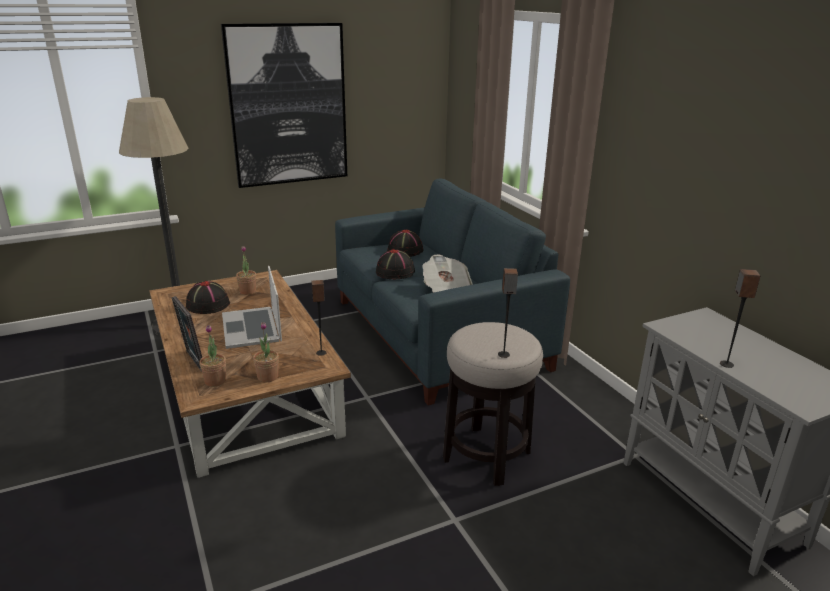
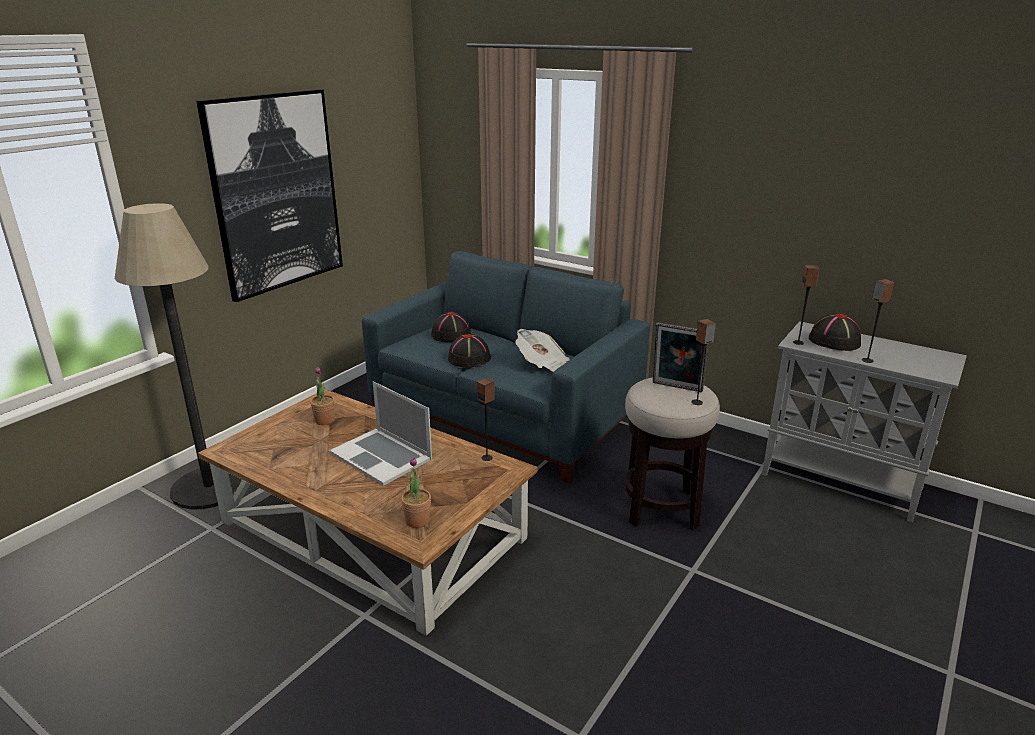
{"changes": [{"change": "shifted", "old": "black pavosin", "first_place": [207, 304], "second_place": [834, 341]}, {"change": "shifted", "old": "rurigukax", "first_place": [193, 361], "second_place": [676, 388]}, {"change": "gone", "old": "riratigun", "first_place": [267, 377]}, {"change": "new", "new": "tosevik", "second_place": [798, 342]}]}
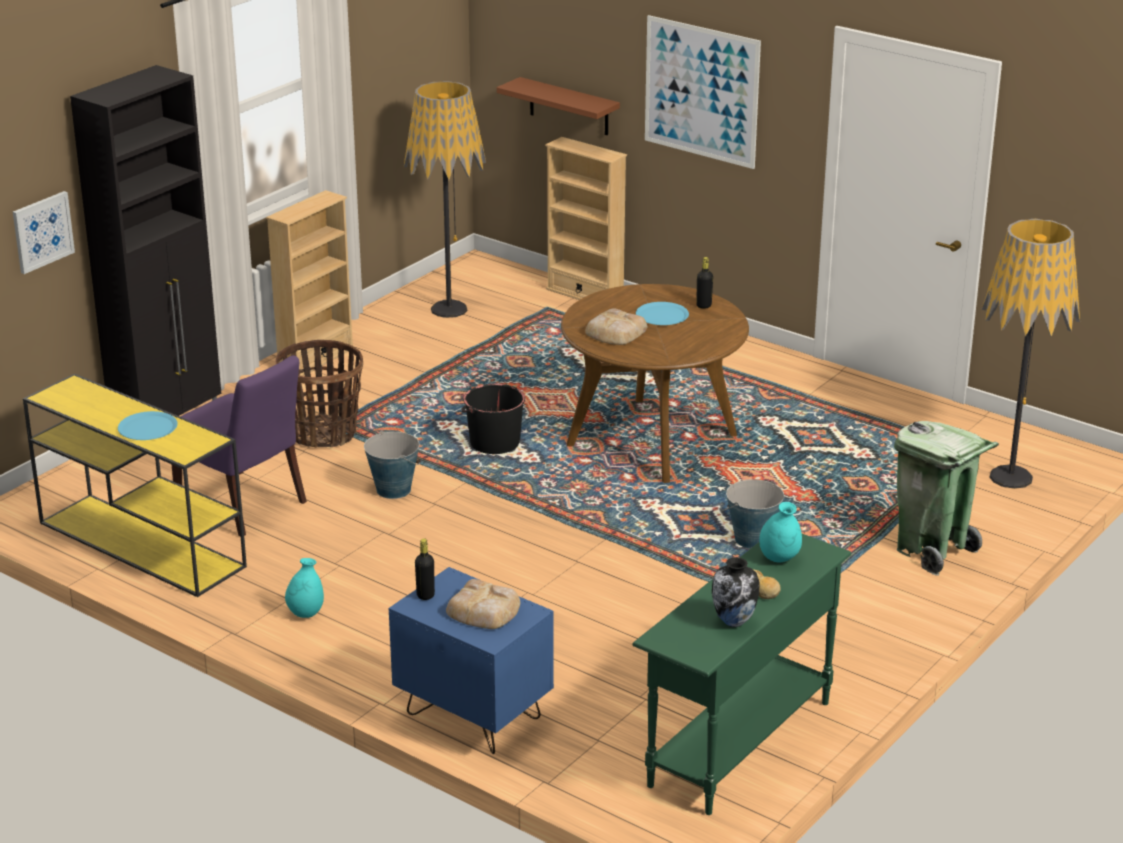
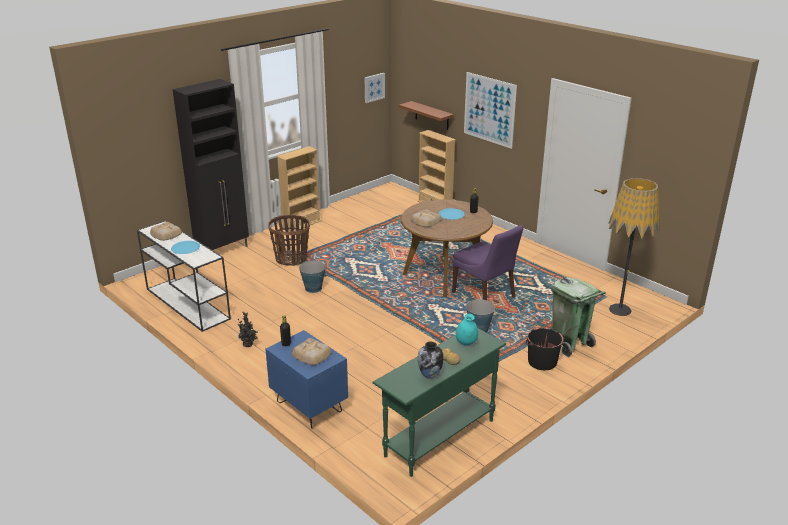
{"changes": [{"change": "gone", "old": "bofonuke", "first_place": [449, 309]}, {"change": "shifted", "old": "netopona", "first_place": [42, 231], "second_place": [374, 87]}, {"change": "shifted", "old": "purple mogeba", "first_place": [244, 505], "second_place": [485, 295]}, {"change": "repainted", "old": "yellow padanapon", "new": "white padanapon", "first_place": [139, 544], "second_place": [186, 303]}, {"change": "shifted", "old": "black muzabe", "first_place": [494, 442], "second_place": [542, 362]}, {"change": "swapped", "old": "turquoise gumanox", "new": "riratigun", "first_place": [306, 613], "second_place": [249, 345]}, {"change": "new", "new": "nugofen", "second_place": [166, 234]}]}
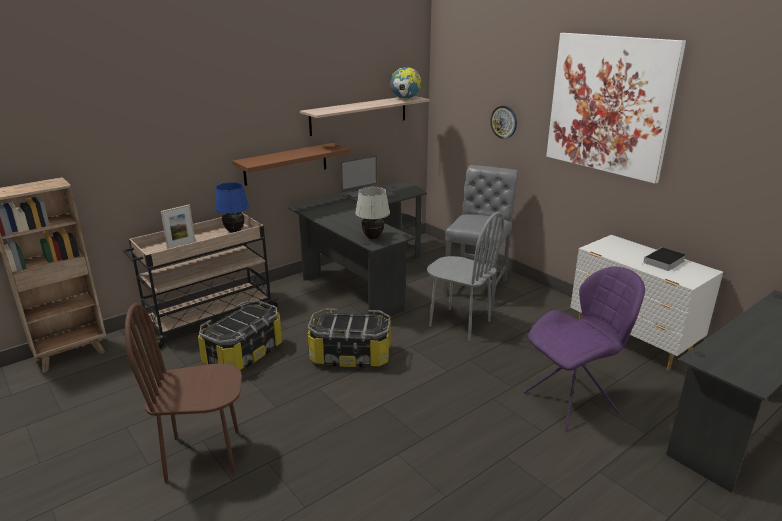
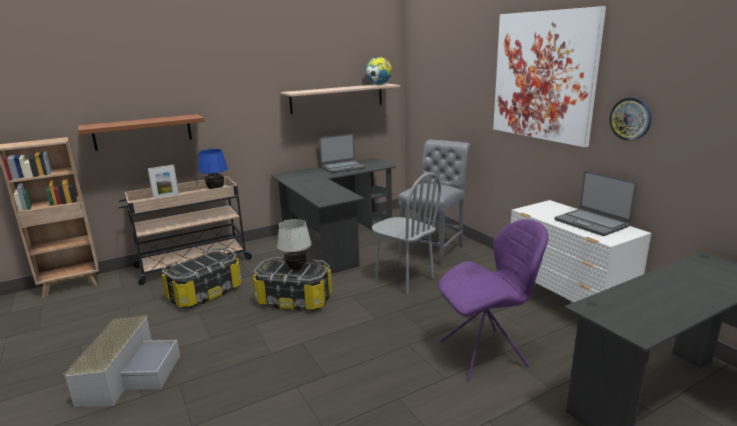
{"changes": [{"change": "shifted", "old": "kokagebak", "first_place": [504, 122], "second_place": [630, 119]}, {"change": "shifted", "old": "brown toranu", "first_place": [286, 164], "second_place": [143, 132]}, {"change": "shifted", "old": "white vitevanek", "first_place": [373, 237], "second_place": [296, 268]}, {"change": "swapped", "old": "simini", "new": "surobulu", "first_place": [663, 262], "second_place": [591, 223]}, {"change": "swapped", "old": "brown mogeba", "new": "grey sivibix", "first_place": [203, 455], "second_place": [129, 373]}]}
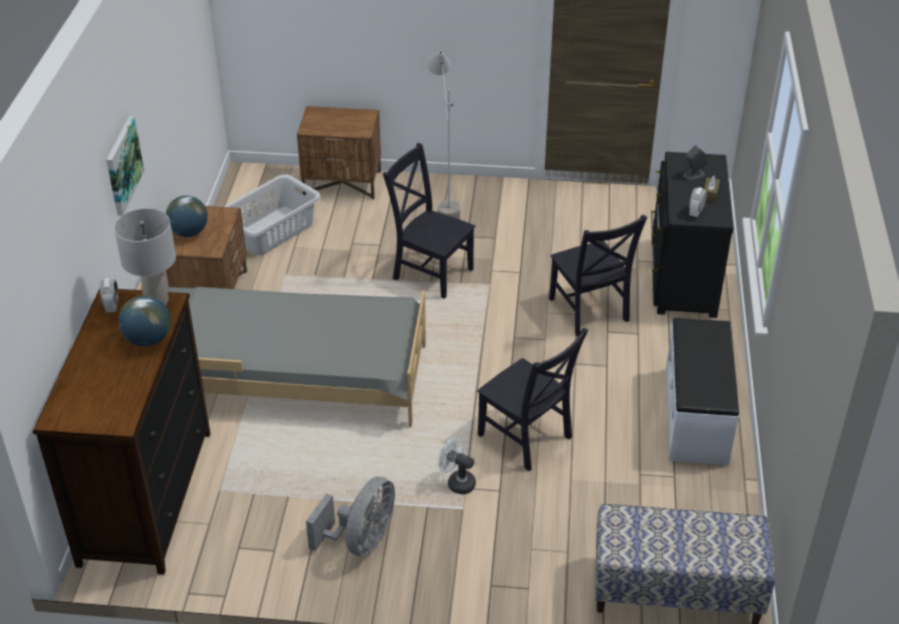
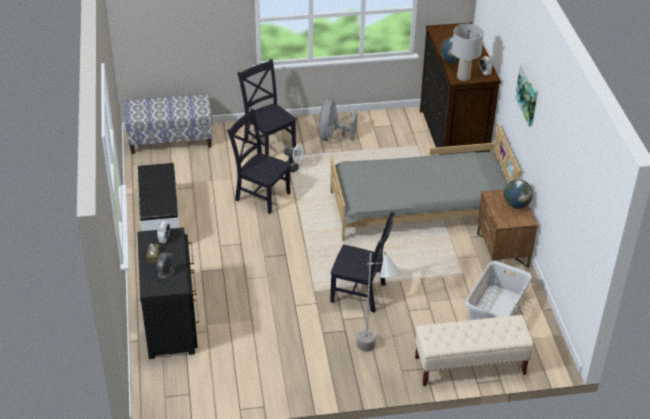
{"changes": [{"change": "swapped", "old": "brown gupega", "new": "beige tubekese", "first_place": [343, 183], "second_place": [469, 366]}, {"change": "shifted", "old": "black mogeba", "first_place": [589, 312], "second_place": [268, 143]}]}
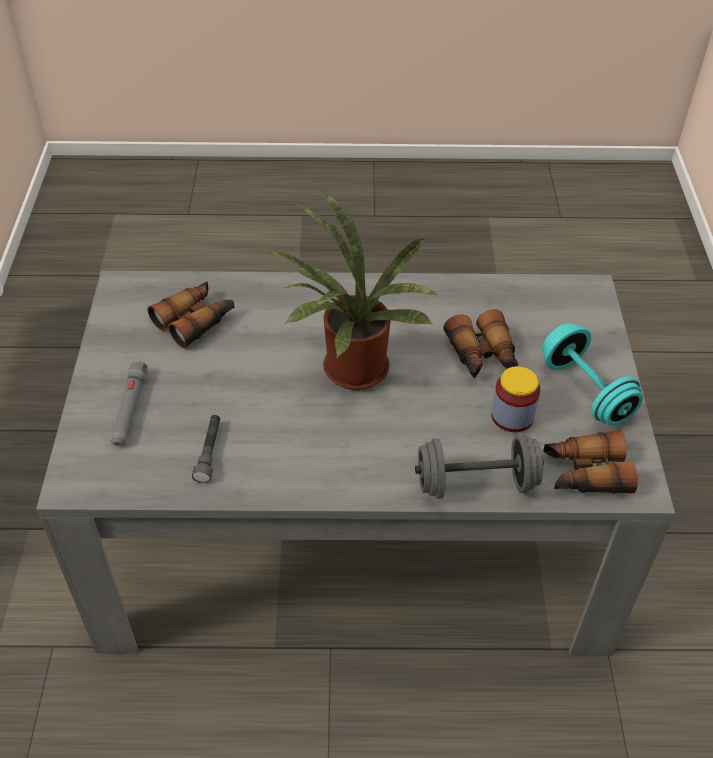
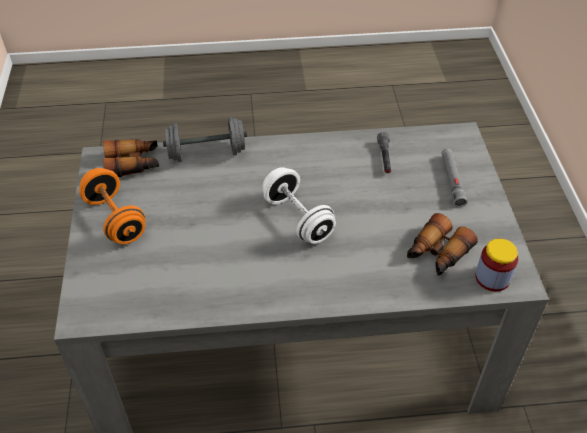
{"changes": [{"change": "swapped", "old": "riratigun", "new": "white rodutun", "first_place": [351, 373], "second_place": [298, 218]}, {"change": "gone", "old": "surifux", "first_place": [482, 356]}, {"change": "repainted", "old": "turquoise rodutun", "new": "orange rodutun", "first_place": [586, 391], "second_place": [115, 219]}, {"change": "shifted", "old": "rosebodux", "first_place": [512, 416], "second_place": [492, 277]}]}
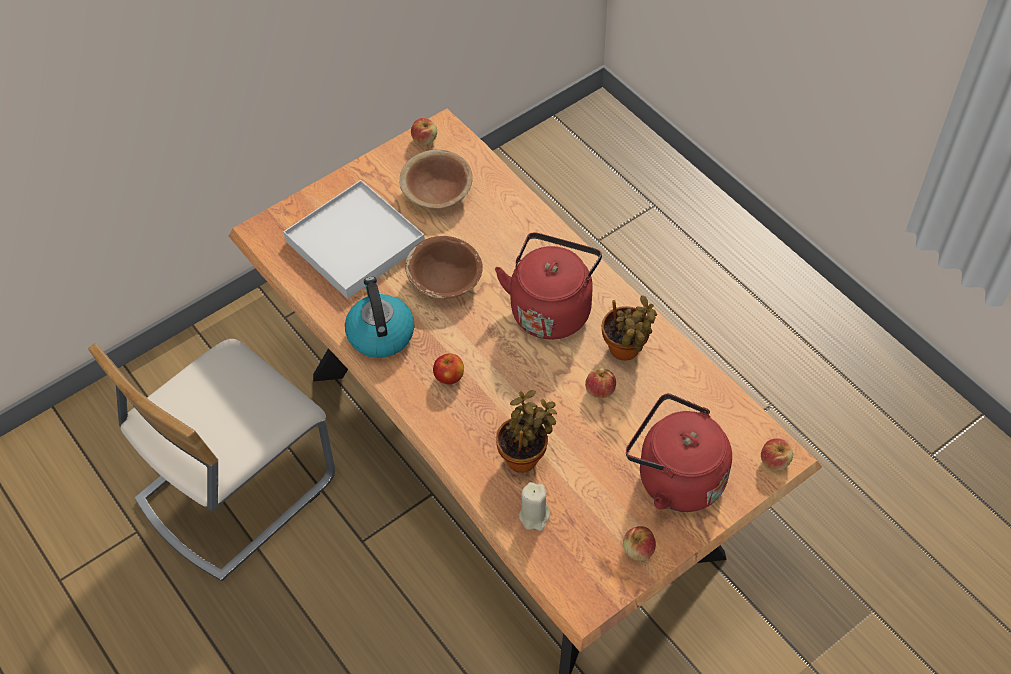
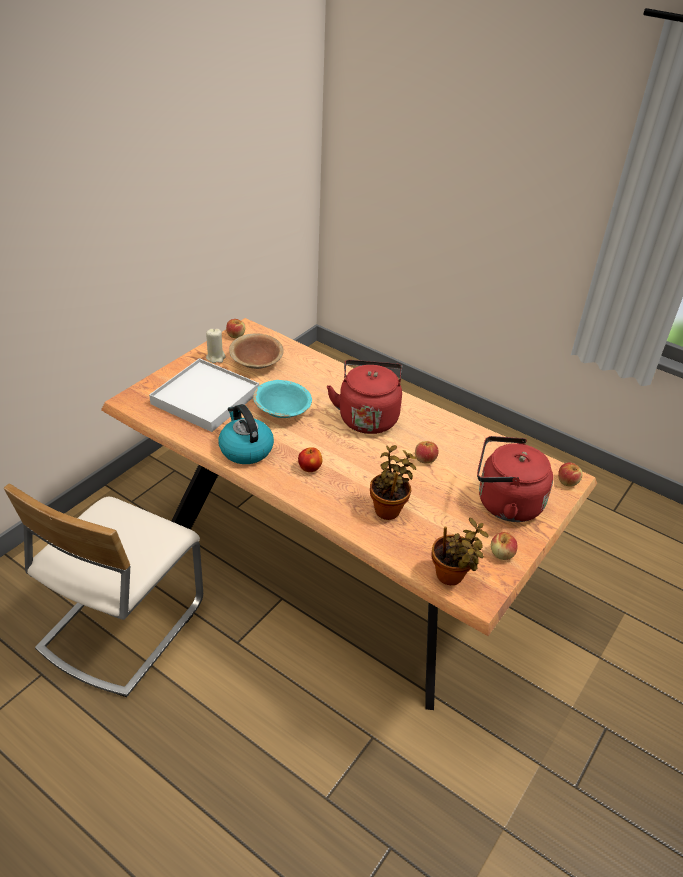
{"changes": [{"change": "repainted", "old": "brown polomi", "new": "turquoise polomi", "first_place": [445, 280], "second_place": [282, 411]}, {"change": "shifted", "old": "riratigun", "first_place": [626, 351], "second_place": [452, 577]}, {"change": "shifted", "old": "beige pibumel", "first_place": [534, 516], "second_place": [216, 357]}]}
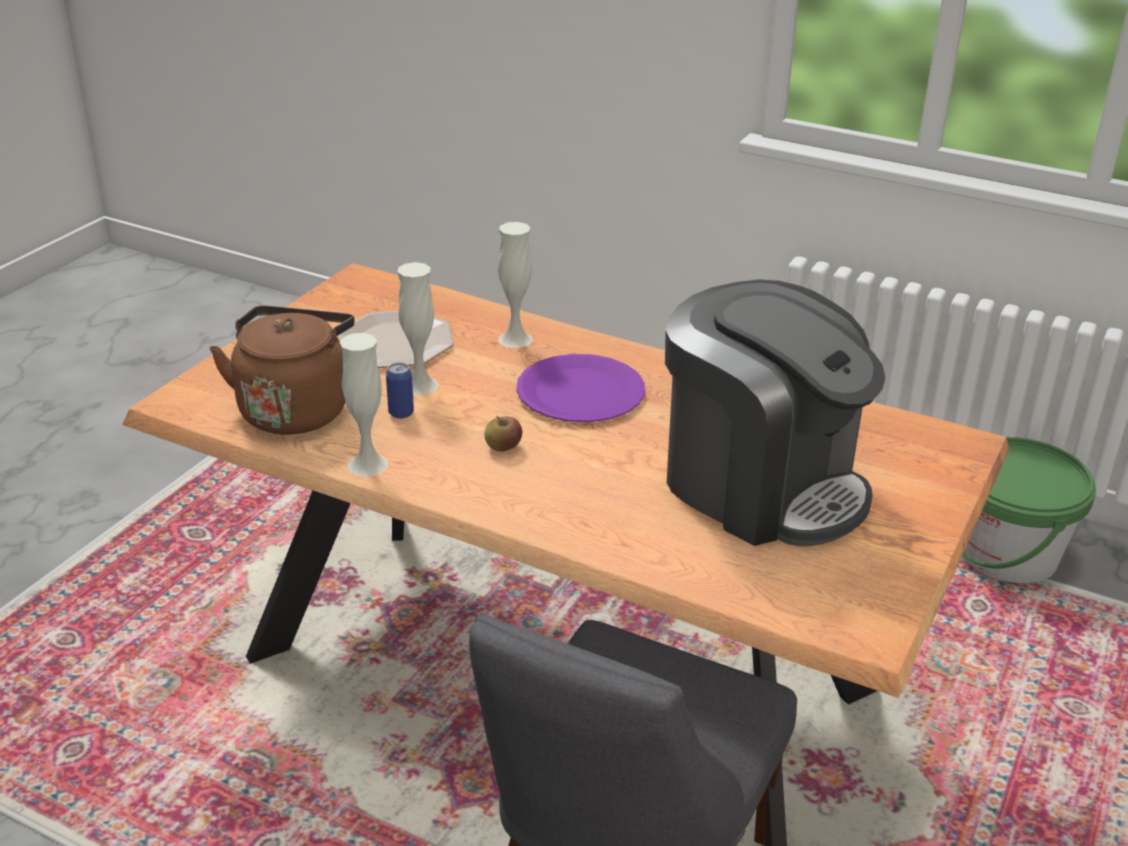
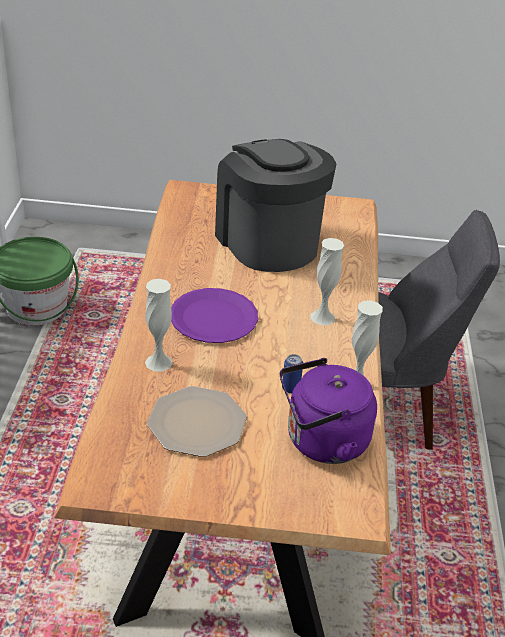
{"changes": [{"change": "shifted", "old": "white gumanox", "first_place": [420, 385], "second_place": [322, 317]}, {"change": "rotated", "old": "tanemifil", "first_place": [761, 485], "second_place": [268, 242], "degrees": -45}, {"change": "repainted", "old": "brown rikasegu", "new": "purple rikasegu", "first_place": [295, 409], "second_place": [322, 442]}, {"change": "gone", "old": "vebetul", "first_place": [503, 447]}]}
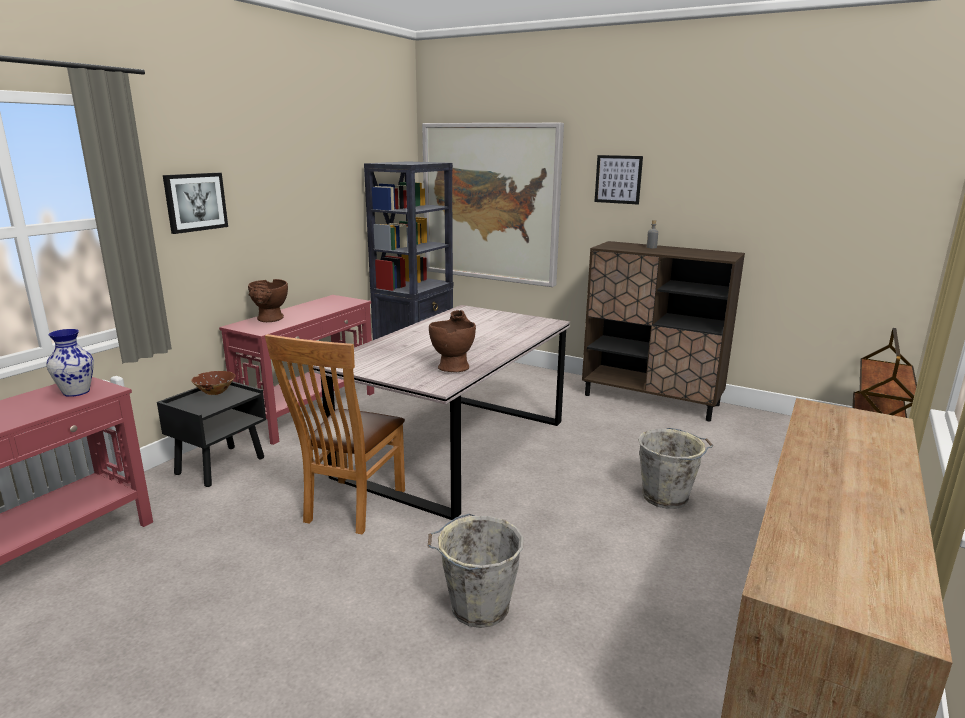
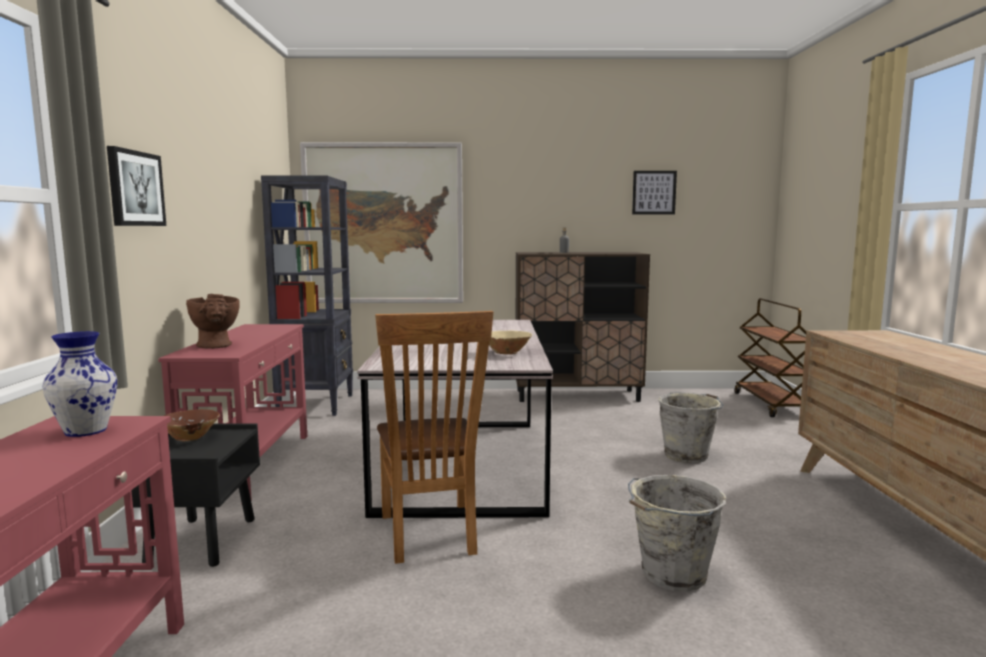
{"changes": [{"change": "shifted", "old": "netopona", "first_place": [618, 179], "second_place": [654, 192]}, {"change": "swapped", "old": "brown gumanox", "new": "beige polomi", "first_place": [453, 366], "second_place": [507, 353]}]}
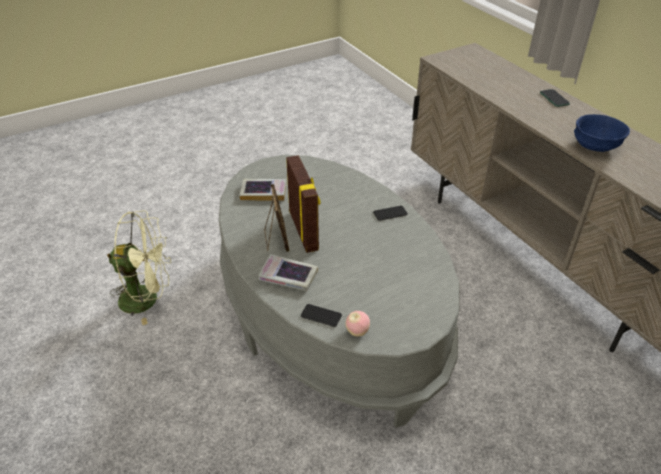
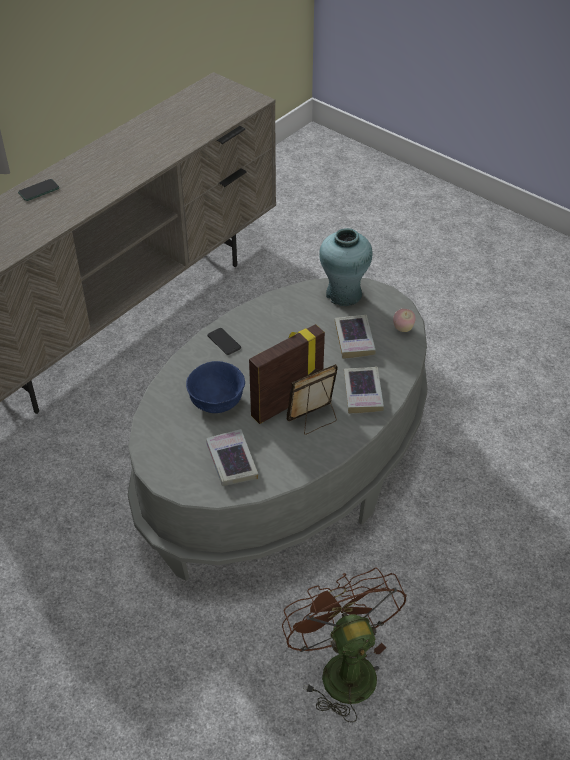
{"changes": [{"change": "shifted", "old": "blue polomi", "first_place": [595, 147], "second_place": [217, 401]}, {"change": "repainted", "old": "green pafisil", "new": "brown pafisil", "first_place": [147, 298], "second_place": [341, 668]}, {"change": "gone", "old": "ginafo", "first_place": [321, 316]}, {"change": "new", "new": "turquoise gumanox", "second_place": [344, 295]}, {"change": "new", "new": "simini", "second_place": [354, 340]}]}
